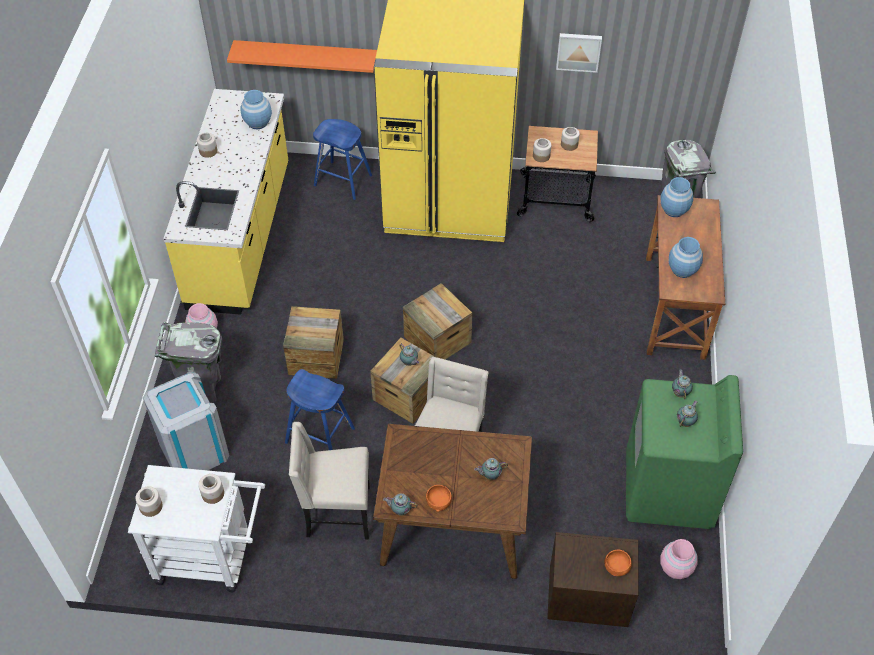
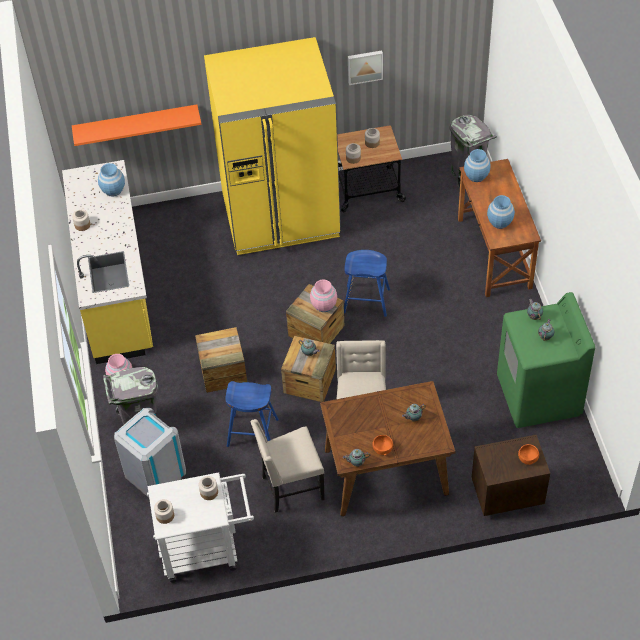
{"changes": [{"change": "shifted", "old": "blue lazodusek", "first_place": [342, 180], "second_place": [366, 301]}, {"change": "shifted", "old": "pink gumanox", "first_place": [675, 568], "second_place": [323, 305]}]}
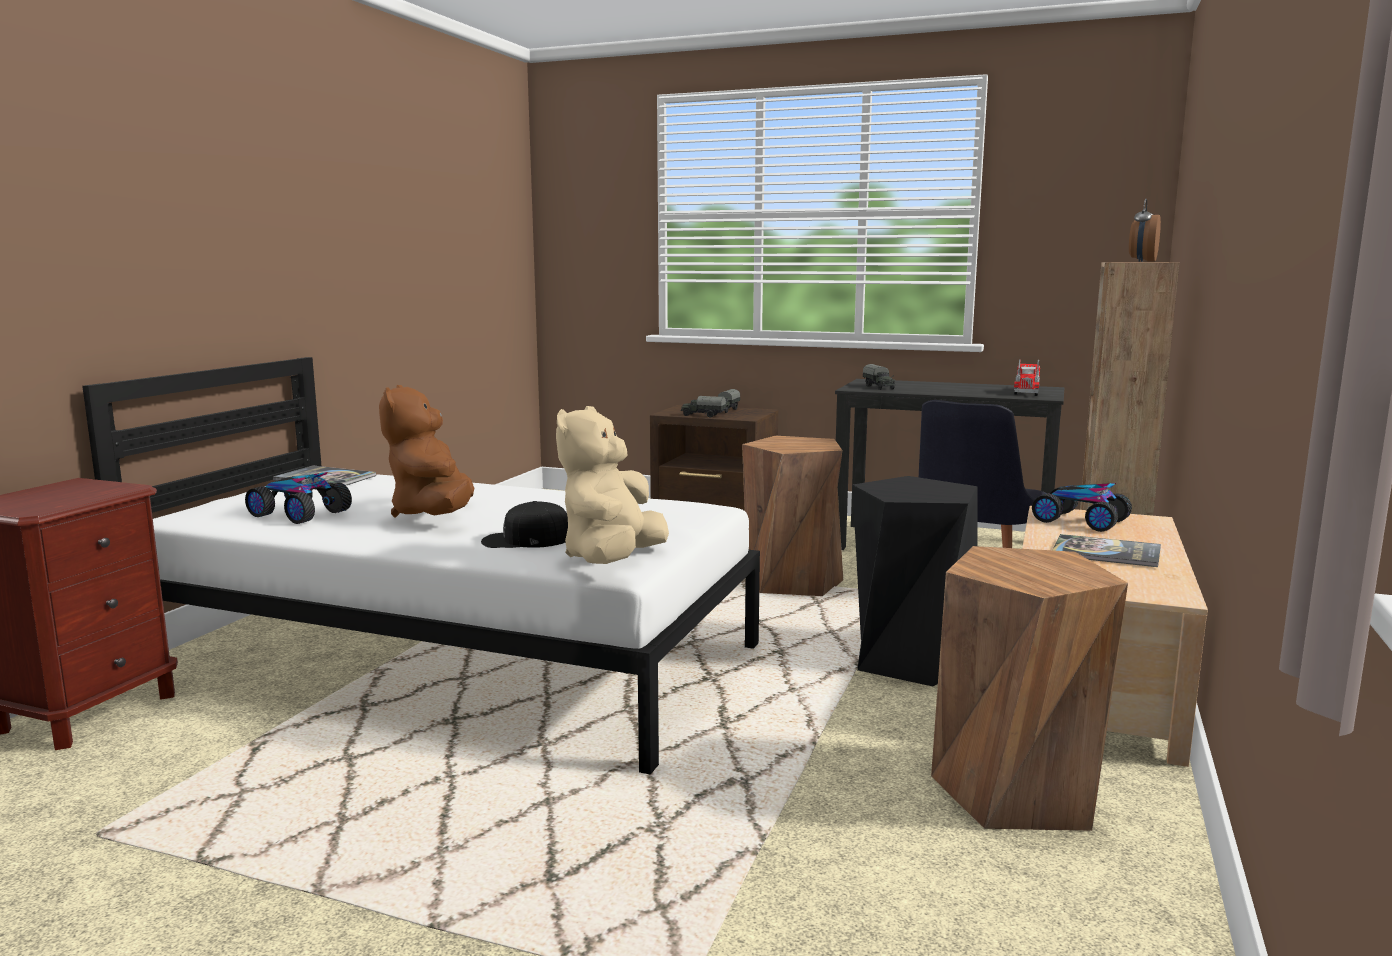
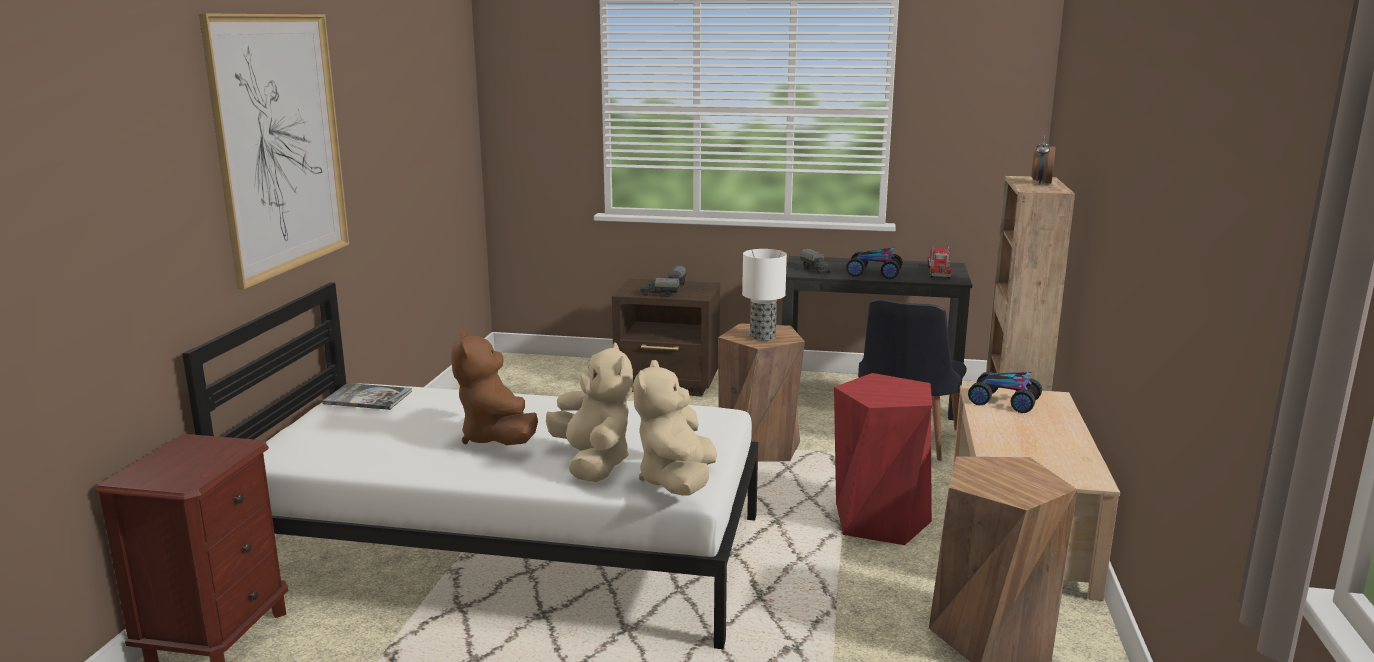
{"changes": [{"change": "shifted", "old": "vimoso", "first_place": [301, 513], "second_place": [874, 273]}, {"change": "repainted", "old": "black lazodusek", "new": "red lazodusek", "first_place": [910, 659], "second_place": [880, 520]}, {"change": "swapped", "old": "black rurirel", "new": "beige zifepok", "first_place": [526, 539], "second_place": [593, 463]}, {"change": "gone", "old": "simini", "first_place": [1106, 553]}, {"change": "new", "new": "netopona", "second_place": [280, 144]}, {"change": "new", "new": "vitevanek", "second_place": [762, 337]}]}
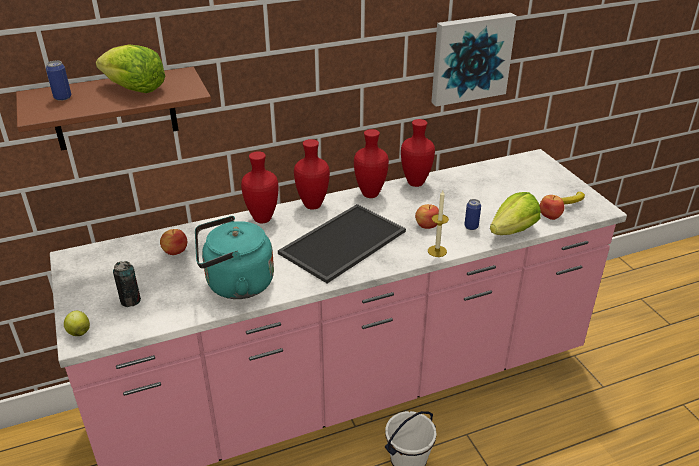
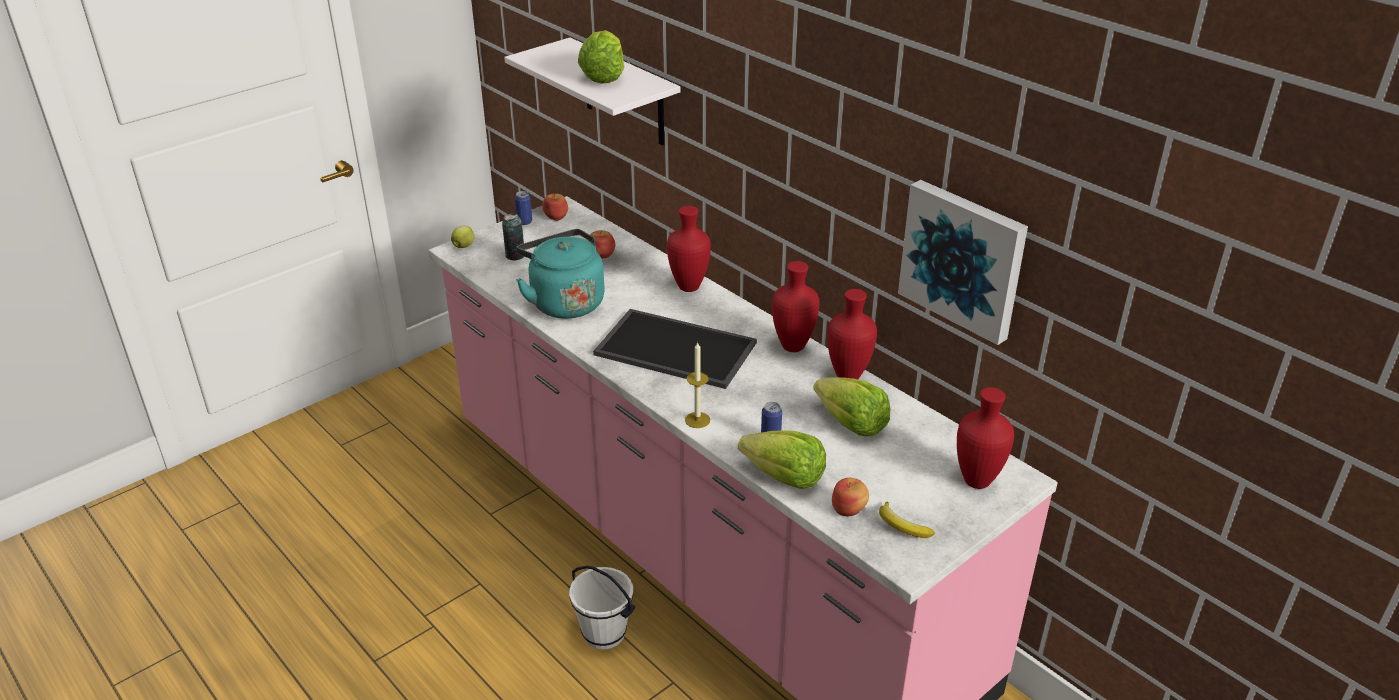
{"changes": [{"change": "shifted", "old": "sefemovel", "first_place": [62, 97], "second_place": [524, 222]}, {"change": "repainted", "old": "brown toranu", "new": "white toranu", "first_place": [114, 109], "second_place": [624, 93]}, {"change": "shifted", "old": "red gumanox", "first_place": [314, 205], "second_place": [977, 482]}, {"change": "shifted", "old": "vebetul", "first_place": [427, 225], "second_place": [556, 216]}, {"change": "new", "new": "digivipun", "second_place": [850, 424]}]}
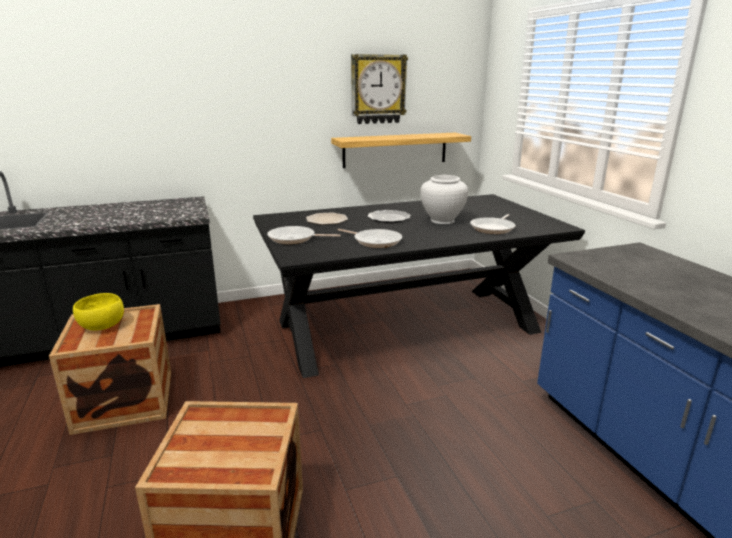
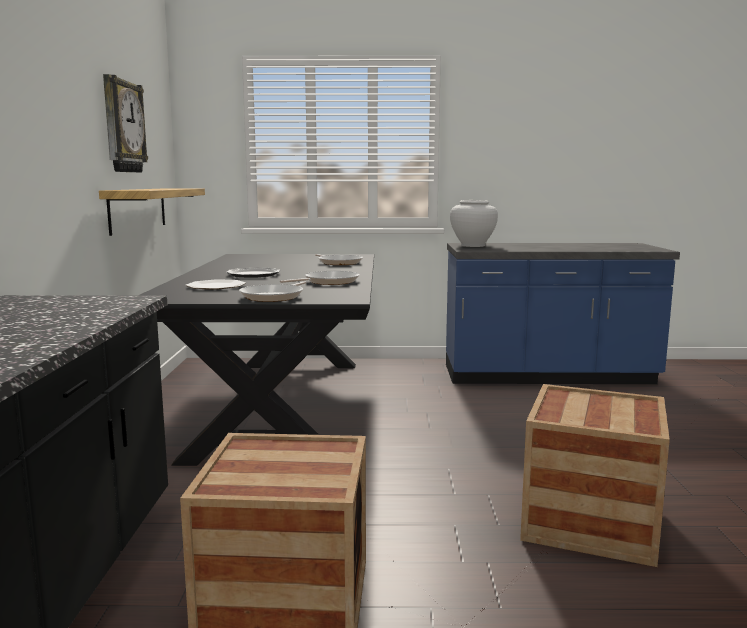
{"changes": [{"change": "shifted", "old": "white gumanox", "first_place": [442, 221], "second_place": [472, 245]}, {"change": "gone", "old": "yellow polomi", "first_place": [102, 326]}]}
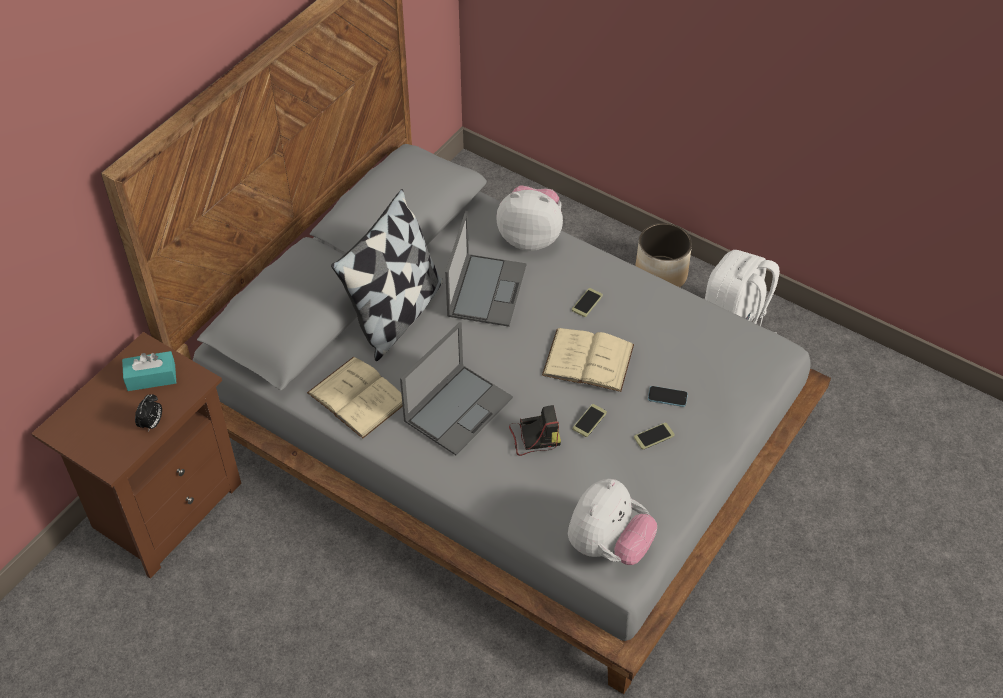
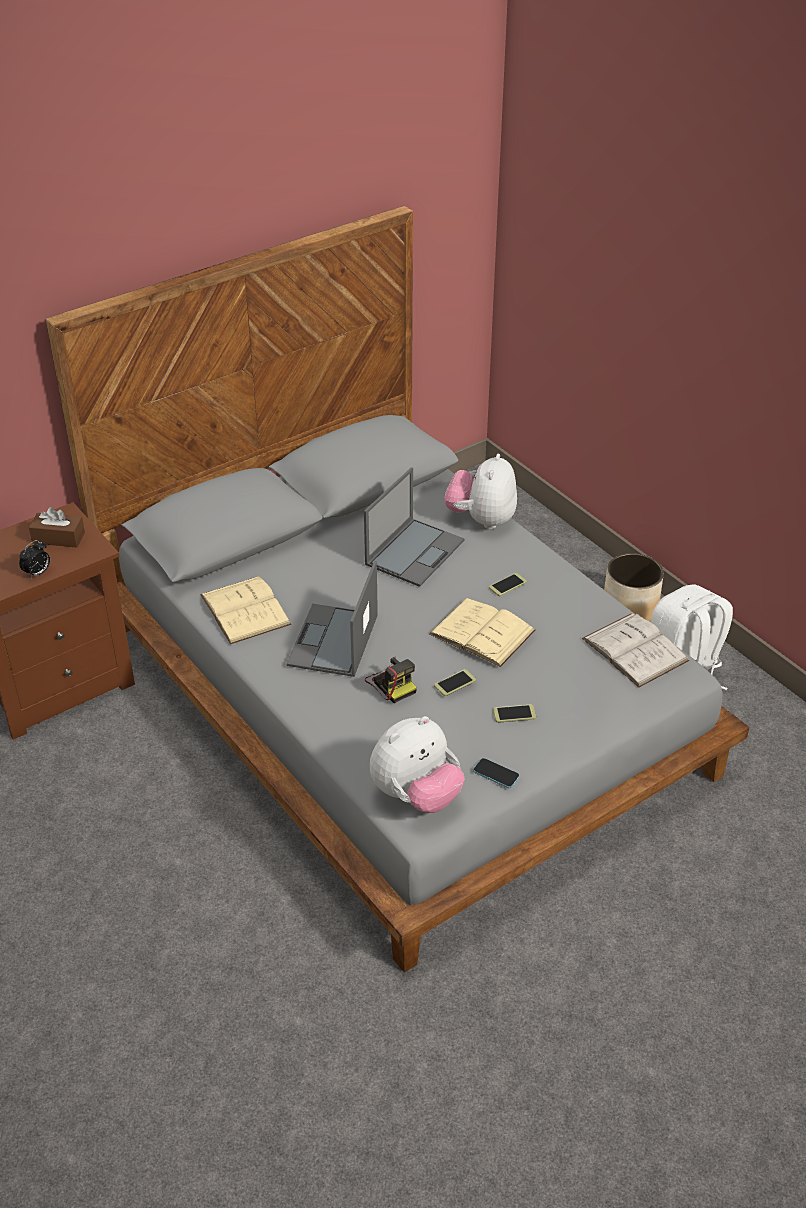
{"changes": [{"change": "rotated", "old": "zifepok", "first_place": [530, 237], "second_place": [481, 519], "degrees": -105}, {"change": "gone", "old": "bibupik", "first_place": [396, 314]}, {"change": "rotated", "old": "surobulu", "first_place": [458, 408], "second_place": [333, 641], "degrees": 135}, {"change": "repainted", "old": "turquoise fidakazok", "new": "brown fidakazok", "first_place": [151, 377], "second_place": [58, 538]}, {"change": "shifted", "old": "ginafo", "first_place": [667, 397], "second_place": [496, 774]}, {"change": "rotated", "old": "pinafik", "first_place": [533, 438], "second_place": [391, 683], "degrees": 45}, {"change": "new", "new": "white simini", "second_place": [635, 650]}]}
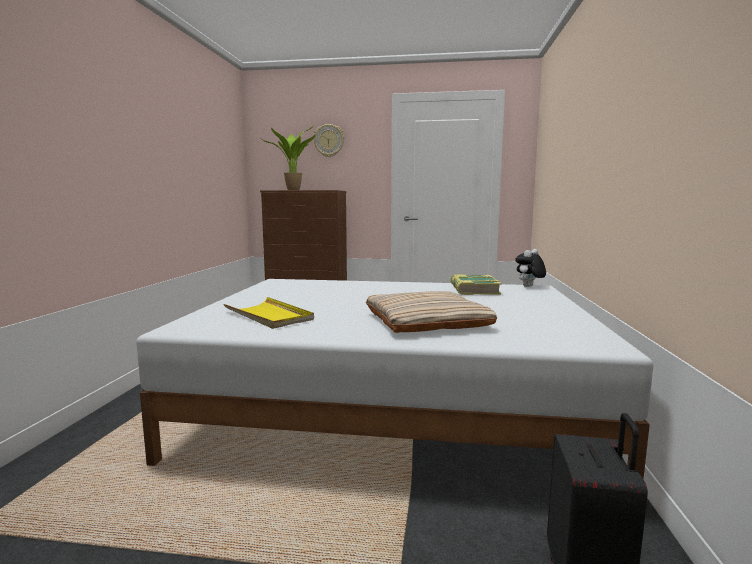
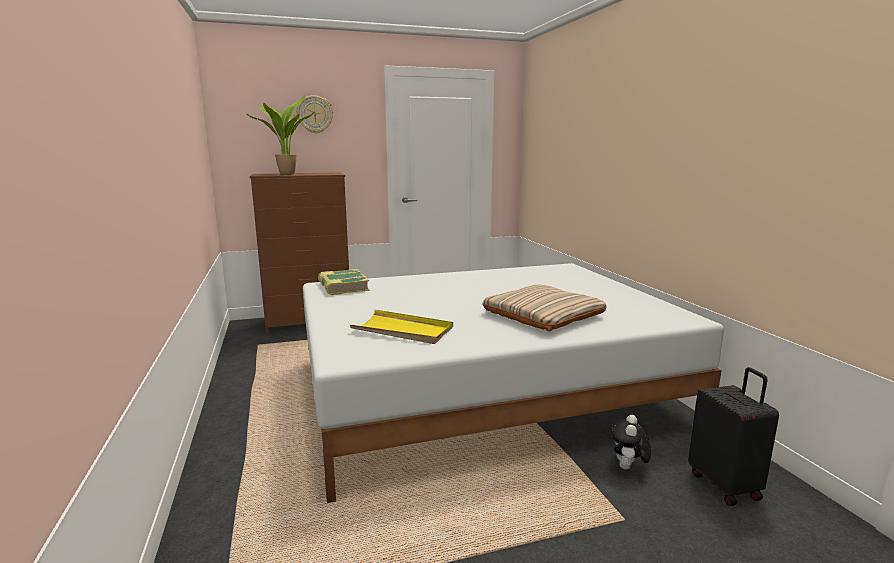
{"changes": [{"change": "shifted", "old": "zifepok", "first_place": [529, 287], "second_place": [628, 468]}, {"change": "shifted", "old": "simini", "first_place": [474, 290], "second_place": [343, 287]}]}
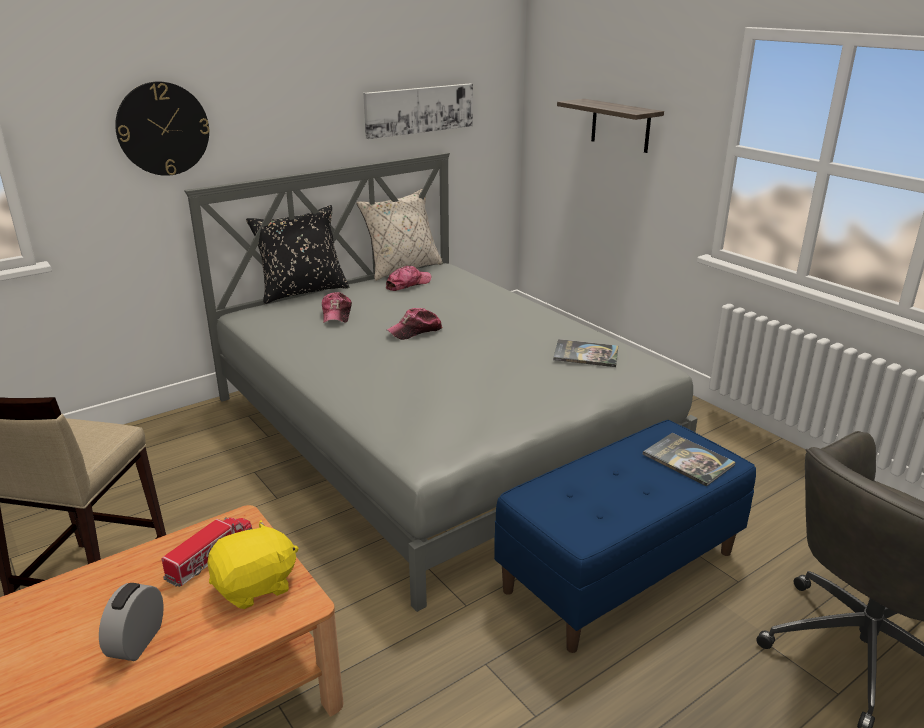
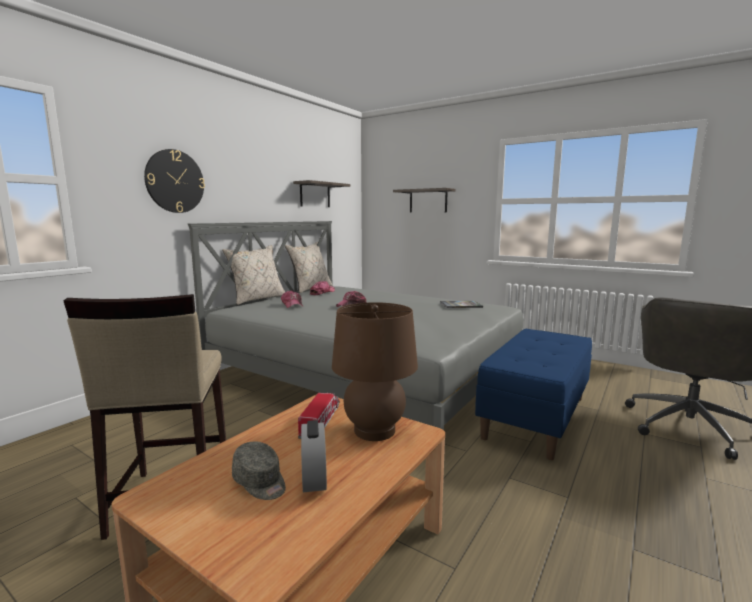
{"changes": [{"change": "swapped", "old": "netopona", "new": "toranu", "first_place": [419, 110], "second_place": [315, 195]}, {"change": "repainted", "old": "black bibupik", "new": "beige bibupik", "first_place": [302, 291], "second_place": [257, 299]}, {"change": "gone", "old": "simini", "first_place": [688, 460]}, {"change": "swapped", "old": "yellow zifepok", "new": "brown vitevanek", "first_place": [256, 586], "second_place": [374, 430]}, {"change": "new", "new": "grey rurirel", "second_place": [260, 482]}]}
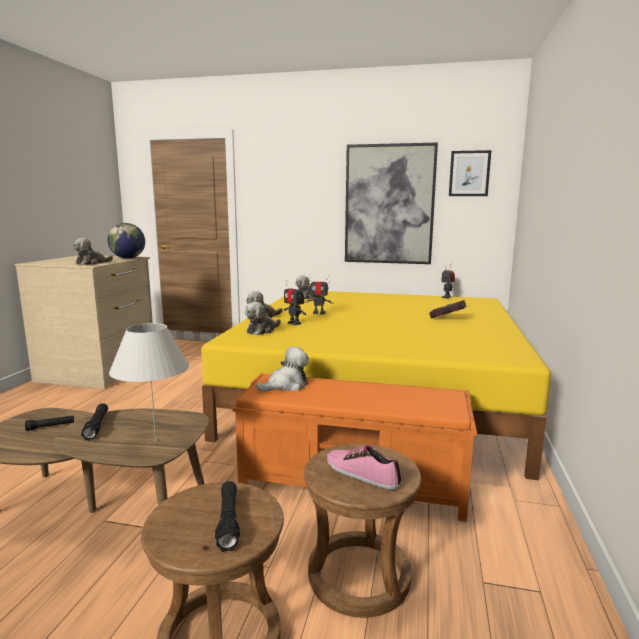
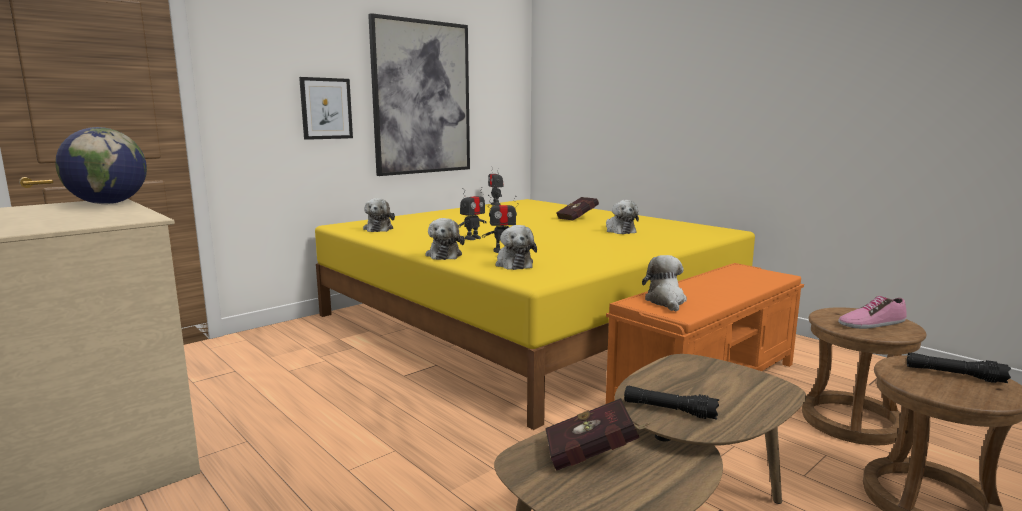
{"changes": [{"change": "shifted", "old": "netopona", "first_place": [469, 173], "second_place": [326, 108]}, {"change": "shifted", "old": "zifepok", "first_place": [92, 263], "second_place": [619, 230]}, {"change": "gone", "old": "white vitevanek", "first_place": [155, 441]}, {"change": "swapped", "old": "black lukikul", "new": "red simini", "first_place": [50, 427], "second_place": [594, 456]}]}
